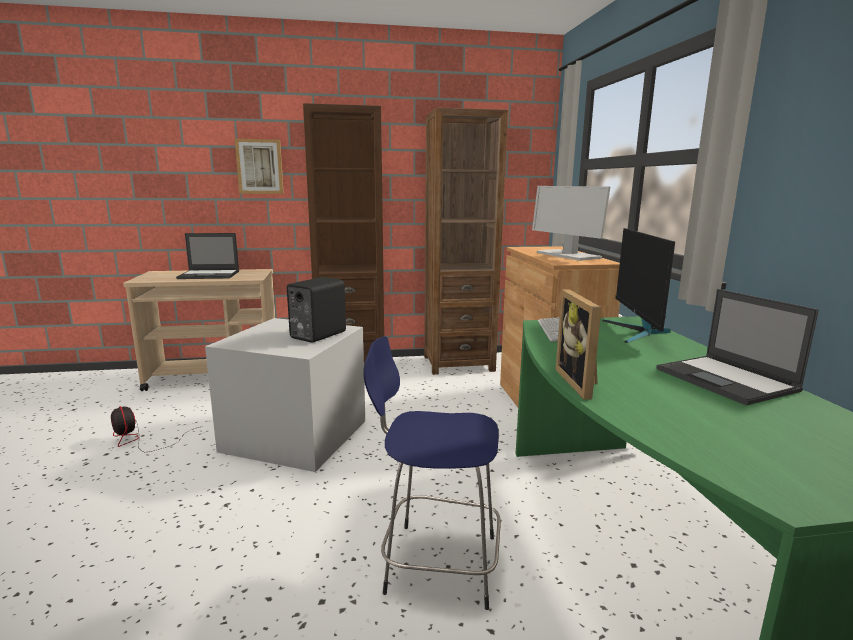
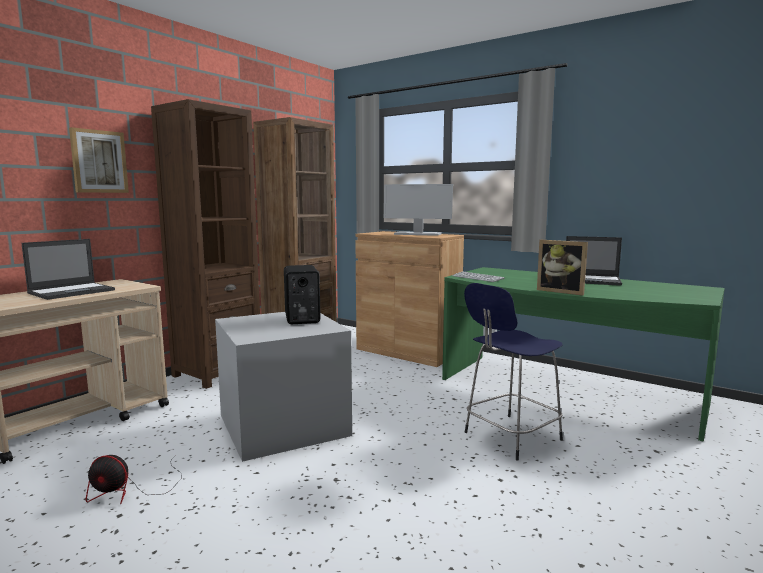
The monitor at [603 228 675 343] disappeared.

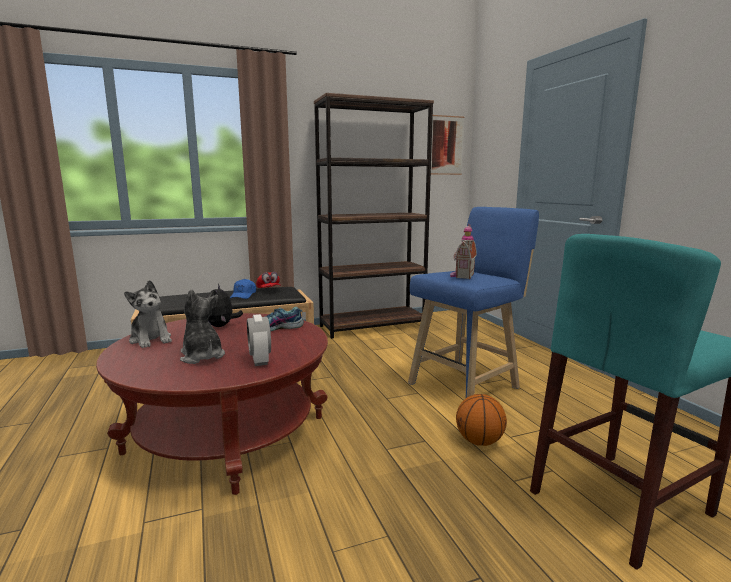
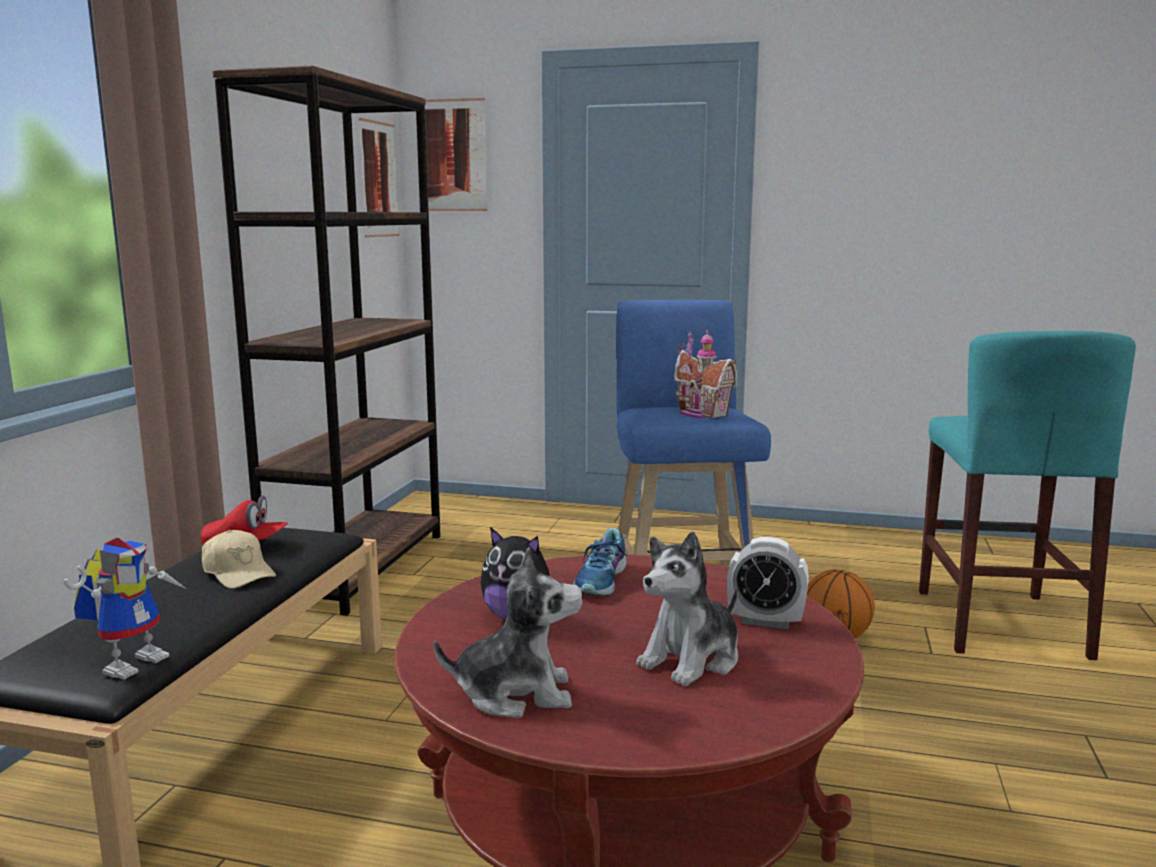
The gorra (azul) at [230 279 256 299] became the gorra (beis) at [202 530 276 589].
The peluche at [180 289 225 364] turned 45 degrees counterclockwise.
The cuadro at [425 98 488 211] appeared.
The robot de juguete at [64 538 188 680] appeared.

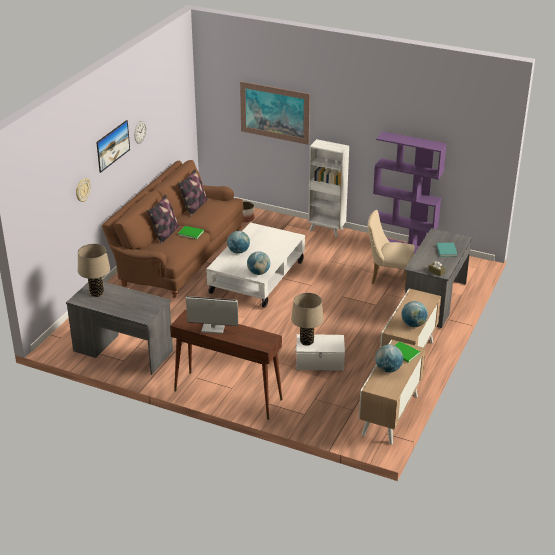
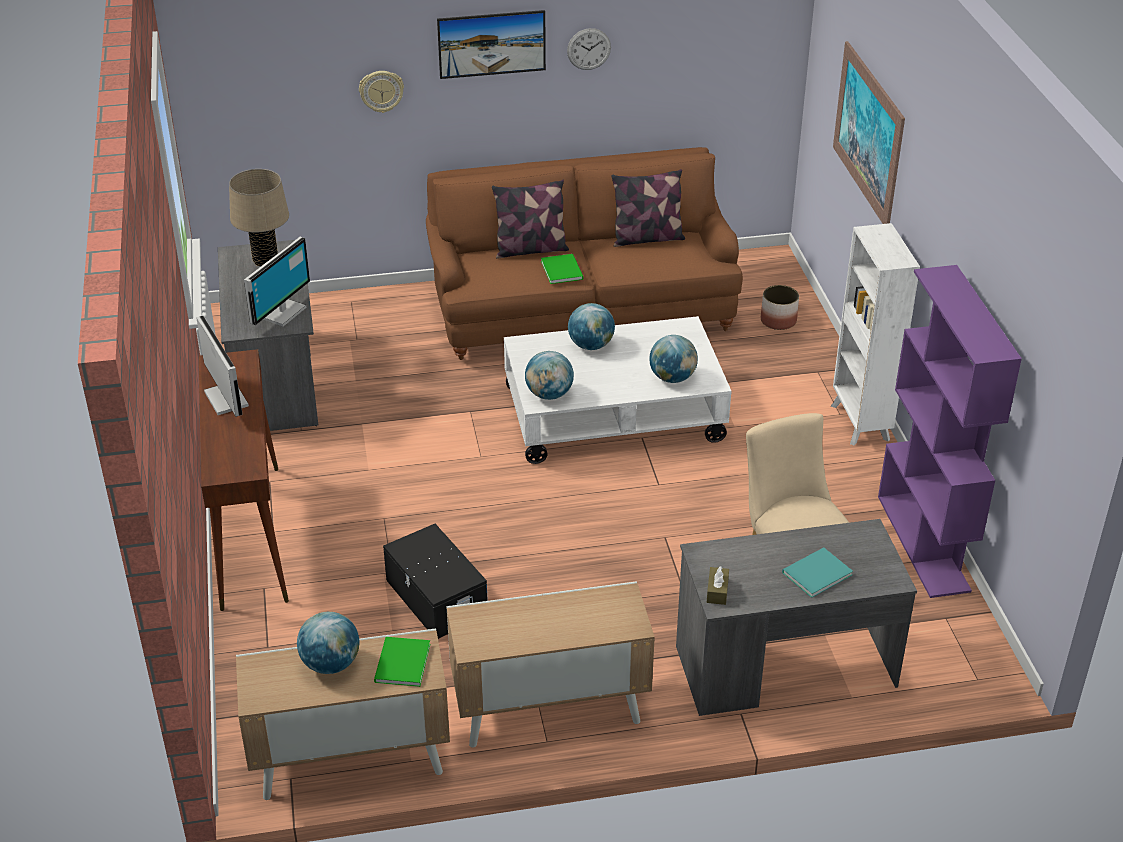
The lámpara de mesa (beis) at [291 293 324 346] disappeared.
The globo terráqueo moved from [401 301 428 327] to [649 335 698 383].
The caja de almacenaje (blanco) at [295 334 346 371] became the caja de almacenaje (negro) at [383 524 488 639].
The monitor at [244 237 310 326] appeared.

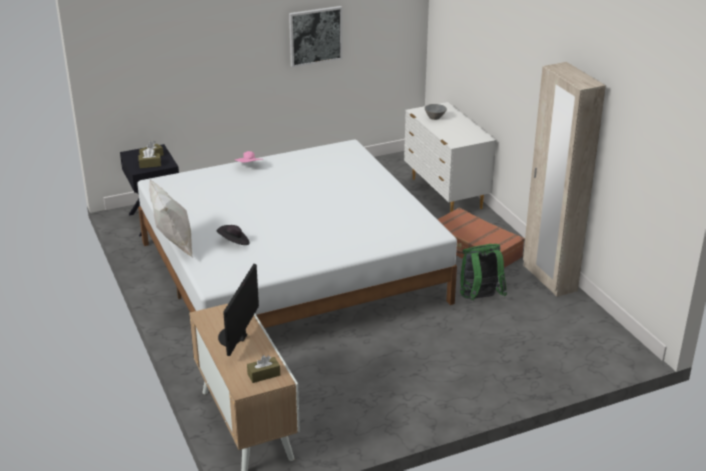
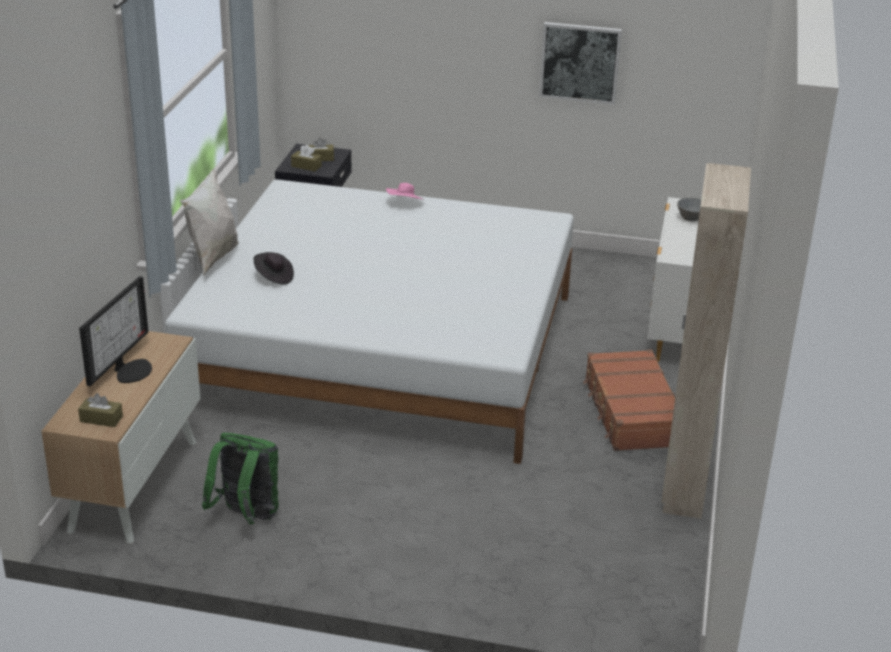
The mochila (verde) moved from [460 244 507 300] to [202 433 279 524].
The monitor at [218 264 259 356] turned 150 degrees clockwise.

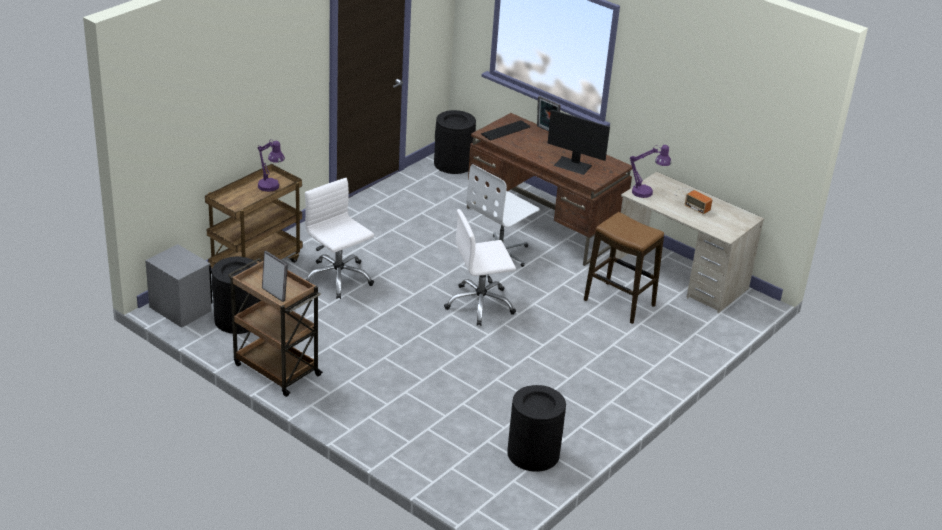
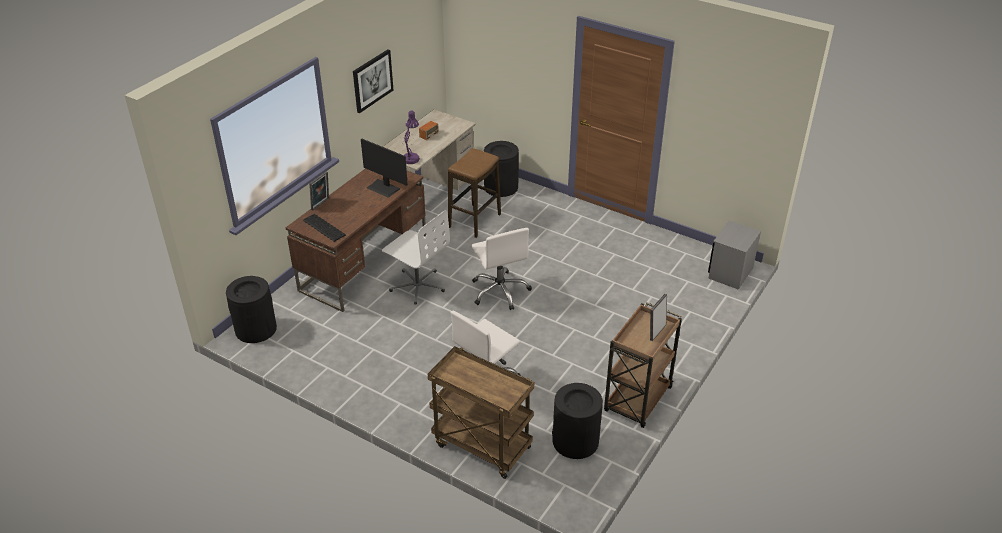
The monitor at [547 110 610 175] turned 105 degrees clockwise.
The lámpara de mesa (morado) at [257 139 285 192] disappeared.
The mesita de noche (gris) moved from [145 244 213 328] to [708 221 761 290].
The papelera (negro) moved from [507 385 566 472] to [484 141 519 197].
The cuadro at [353 49 393 113] appeared.

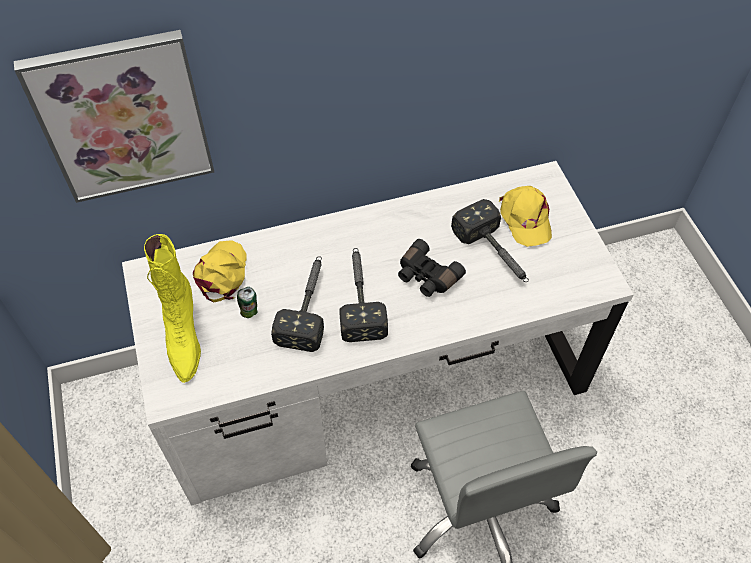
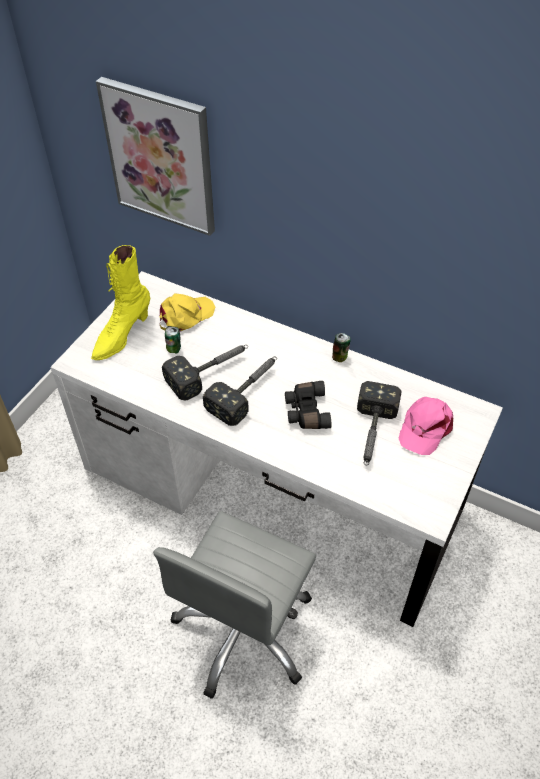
The gorra (amarillo) at [499 186 552 247] became the gorra (rosa) at [398 397 453 455].
The lata at [332 333 351 362] appeared.

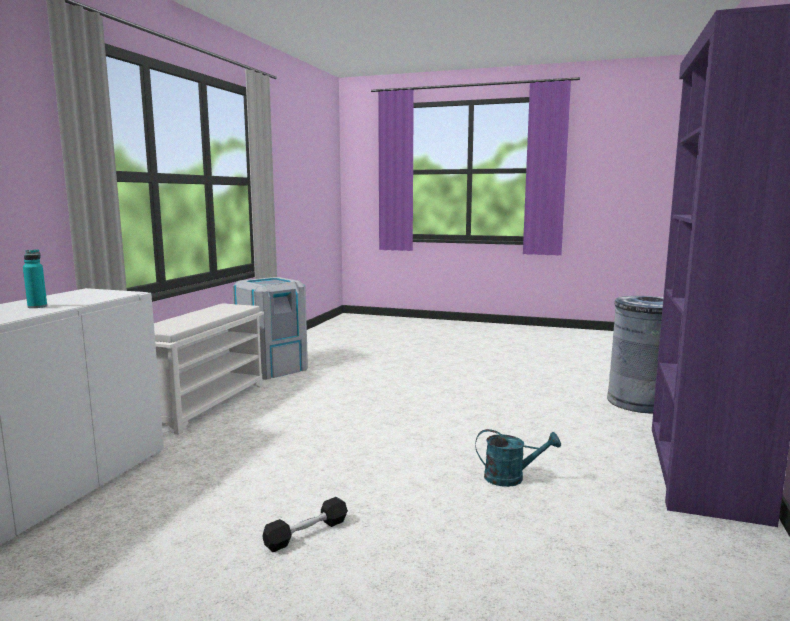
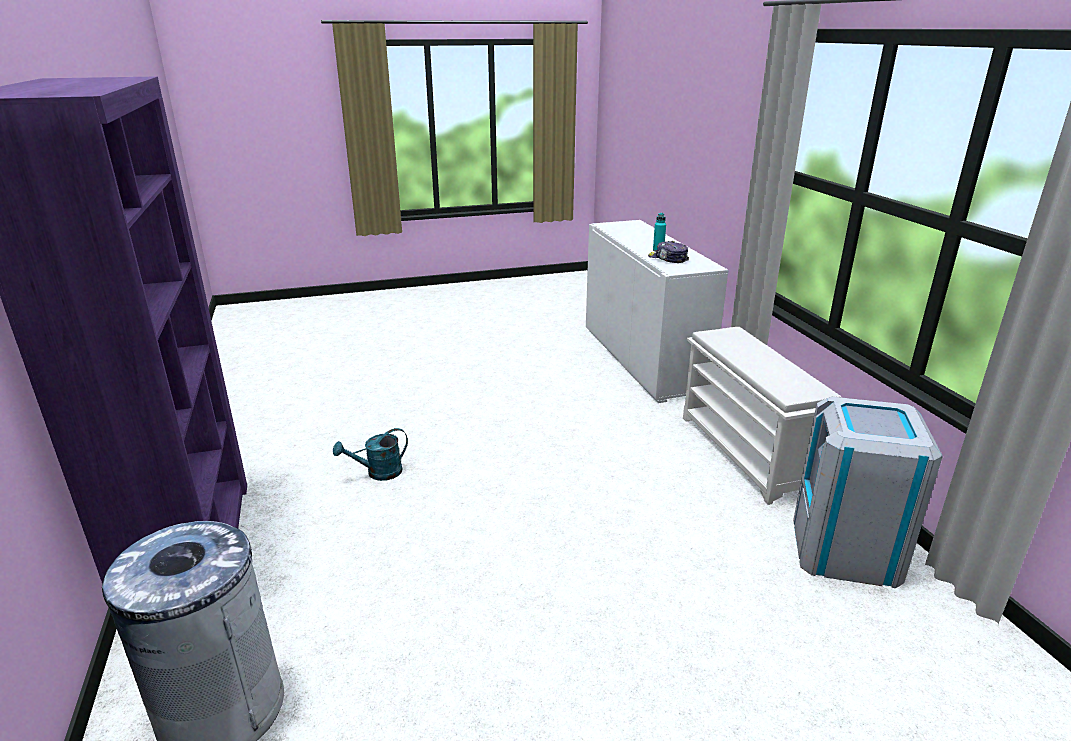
The mancuerna (negro) at [262 497 348 552] disappeared.
The gorra at [648 241 689 263] appeared.

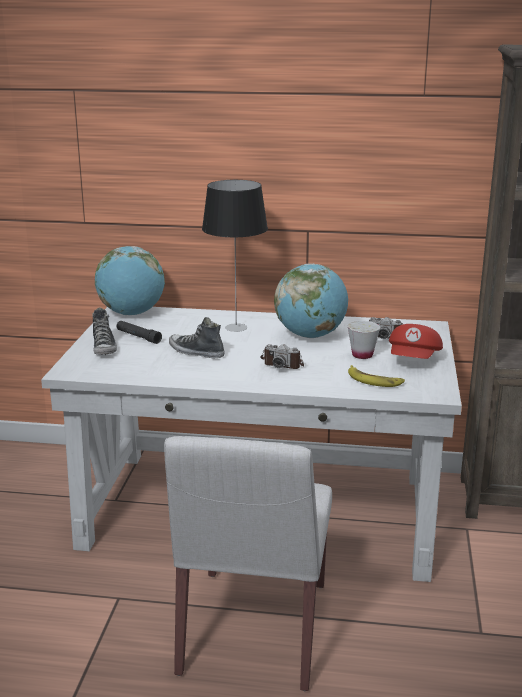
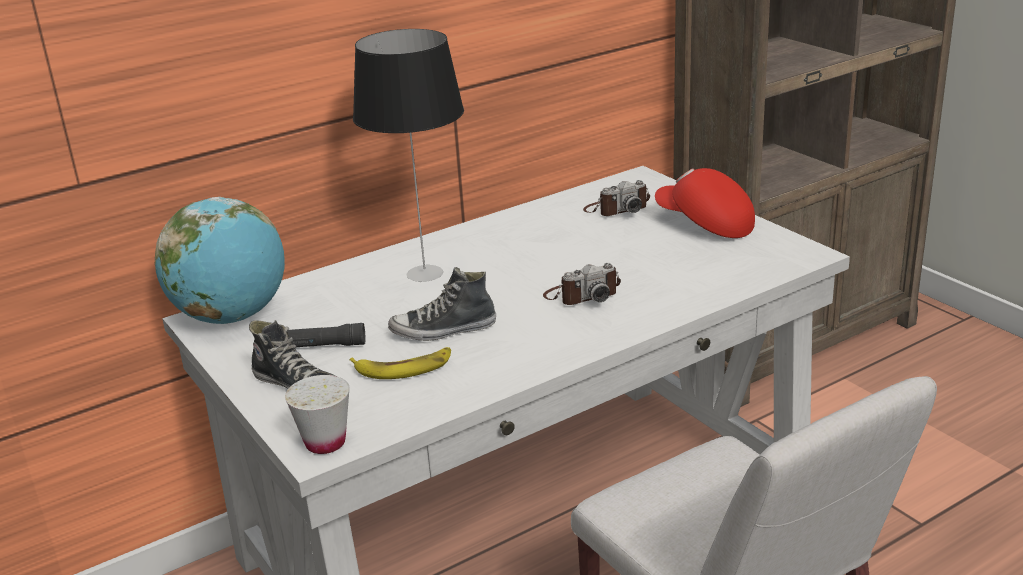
The globo terráqueo at [274 264 348 338] disappeared.
The taza (blanco) moved from [348 321 380 359] to [285 375 350 454].
The gorra (rojo) at [389 324 443 359] turned 150 degrees clockwise.
The plátano moved from [348 365 405 387] to [350 347 451 379].

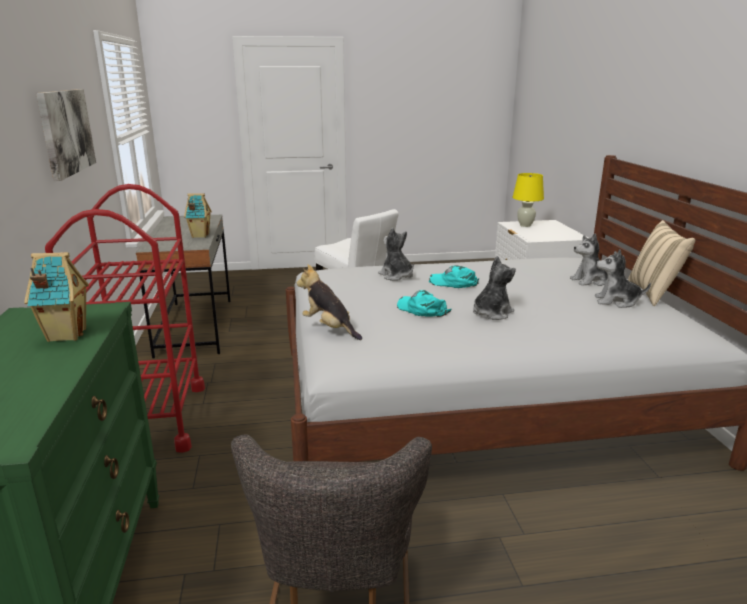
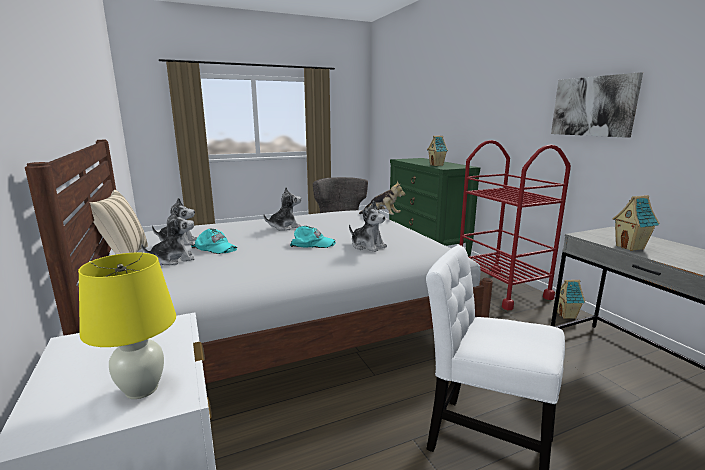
The peluche at [473 256 516 320] turned 150 degrees counterclockwise.
The gorra (turquesa) moved from [397 290 452 317] to [191 229 237 254].
The casita at [555 280 585 319] appeared.

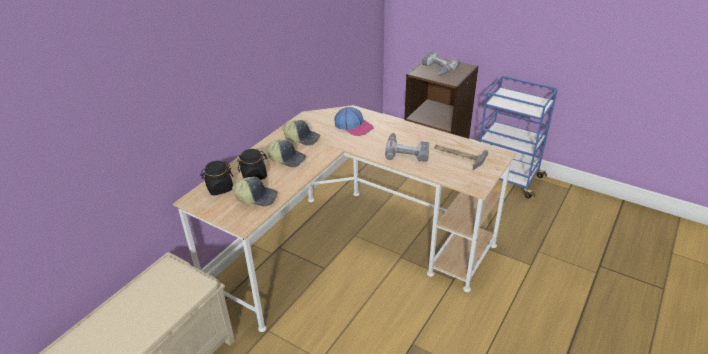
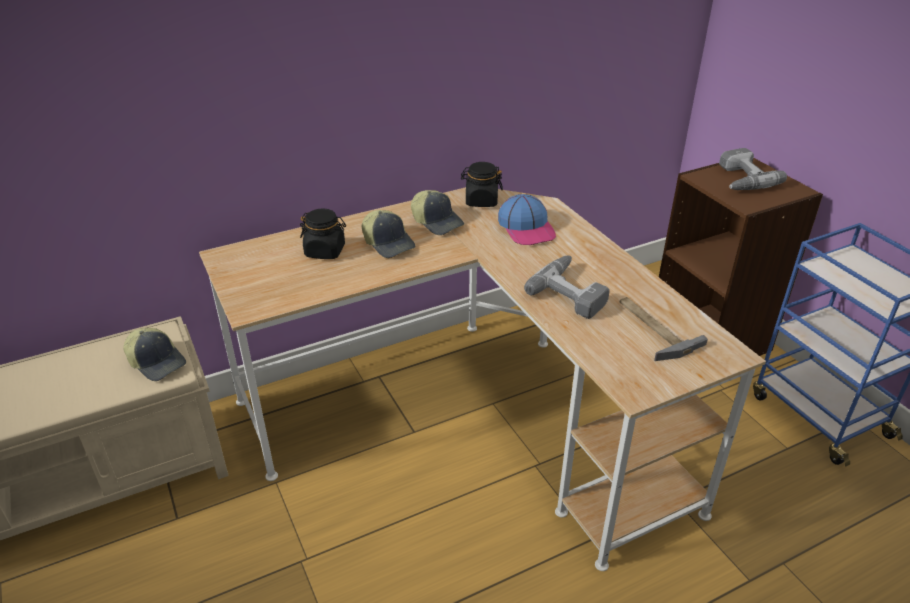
The tarro (negro) moved from [200 161 234 196] to [461 162 503 207].
The gorra moved from [232 177 278 206] to [123 328 186 381].

